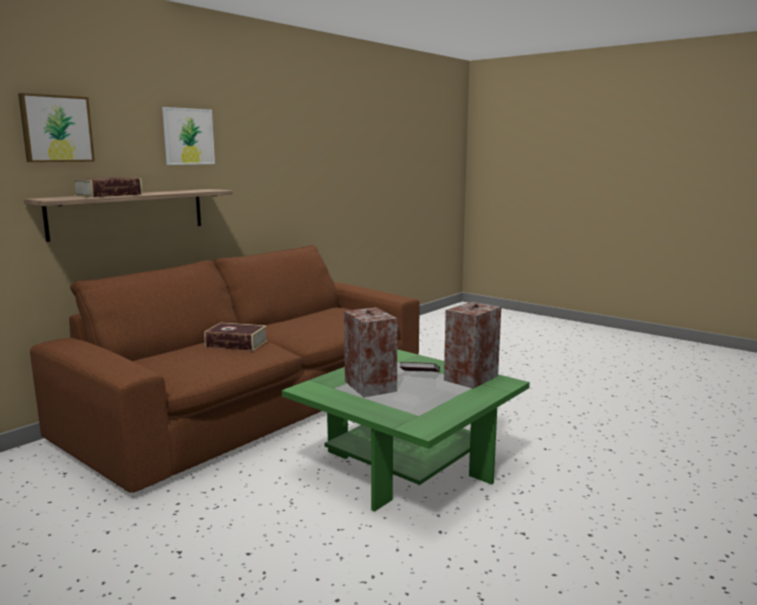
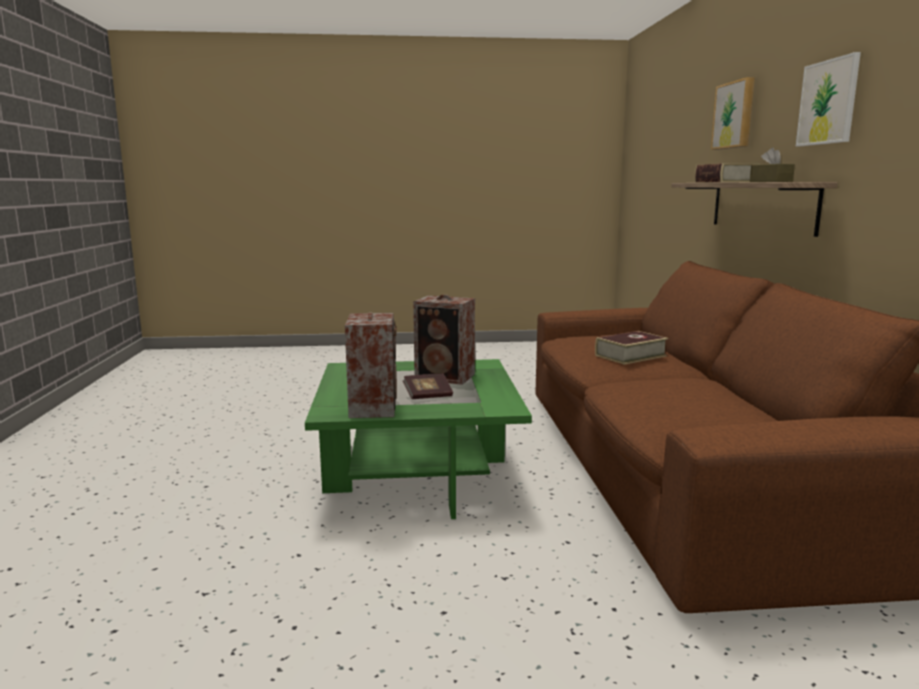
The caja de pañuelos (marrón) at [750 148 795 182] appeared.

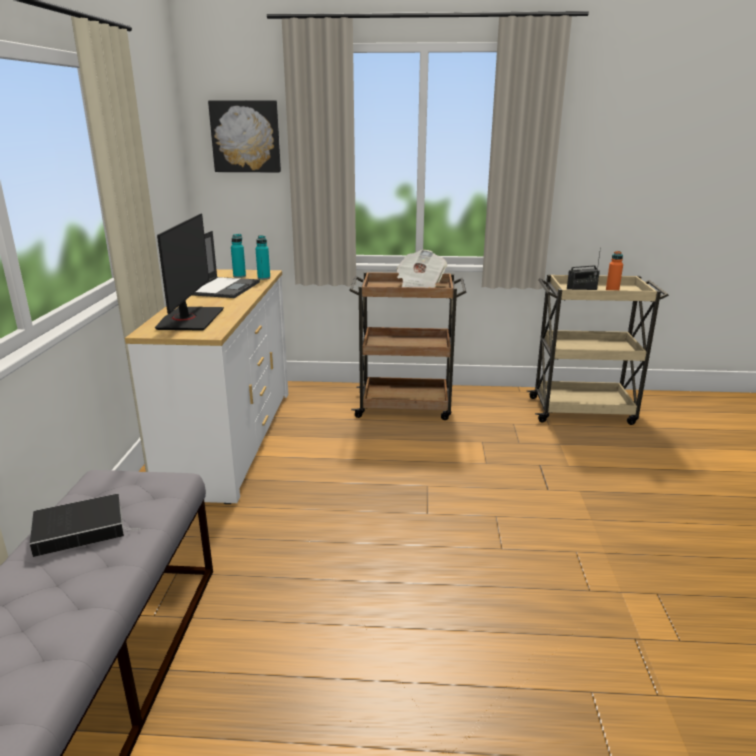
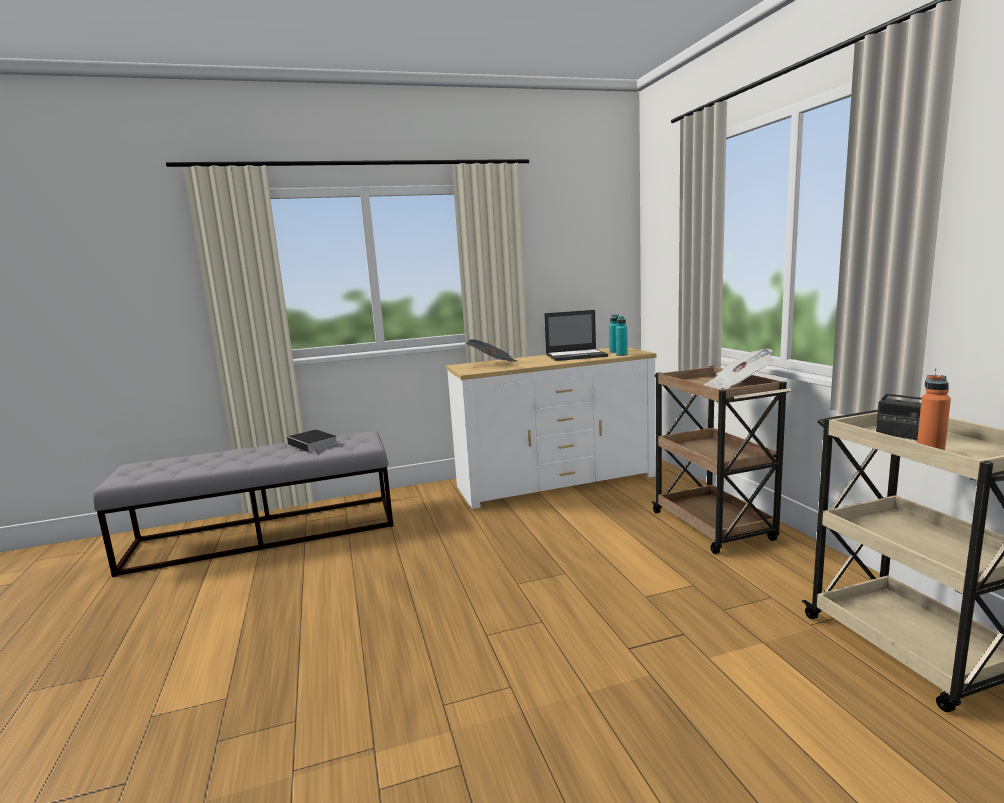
The cuadro at [208 100 281 173] disappeared.
The monitor at [155 213 224 331] was replaced by the periódico at [466 339 517 362].

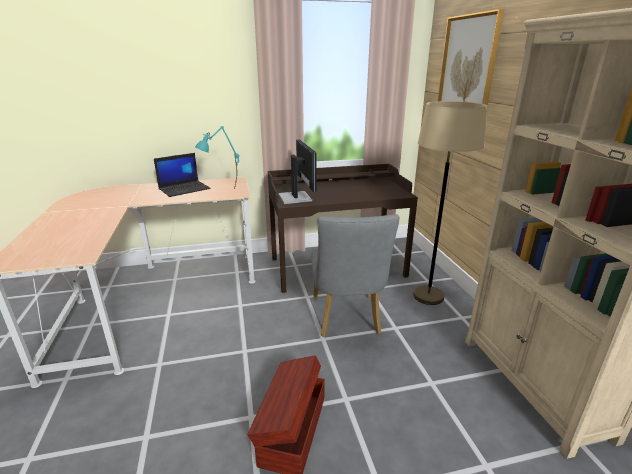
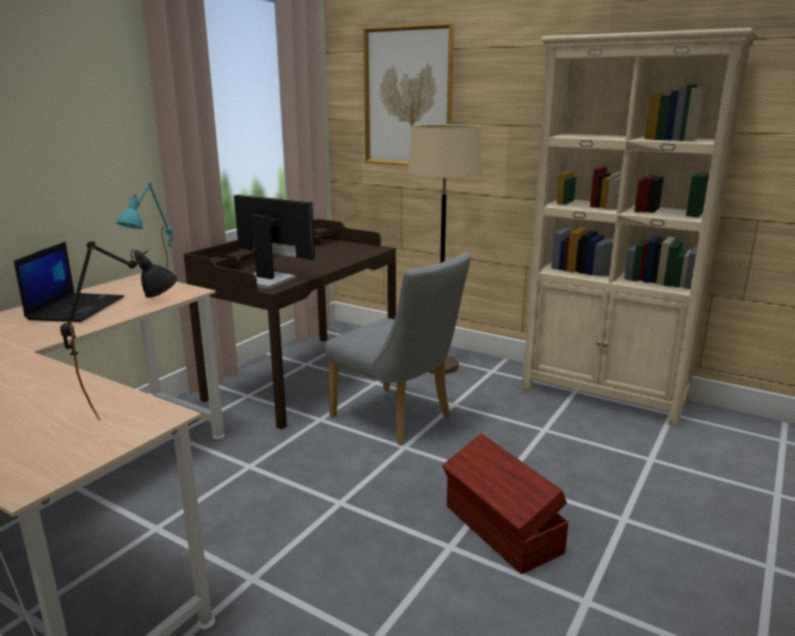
The lámpara de mesa (negro) at [60 241 178 420] appeared.

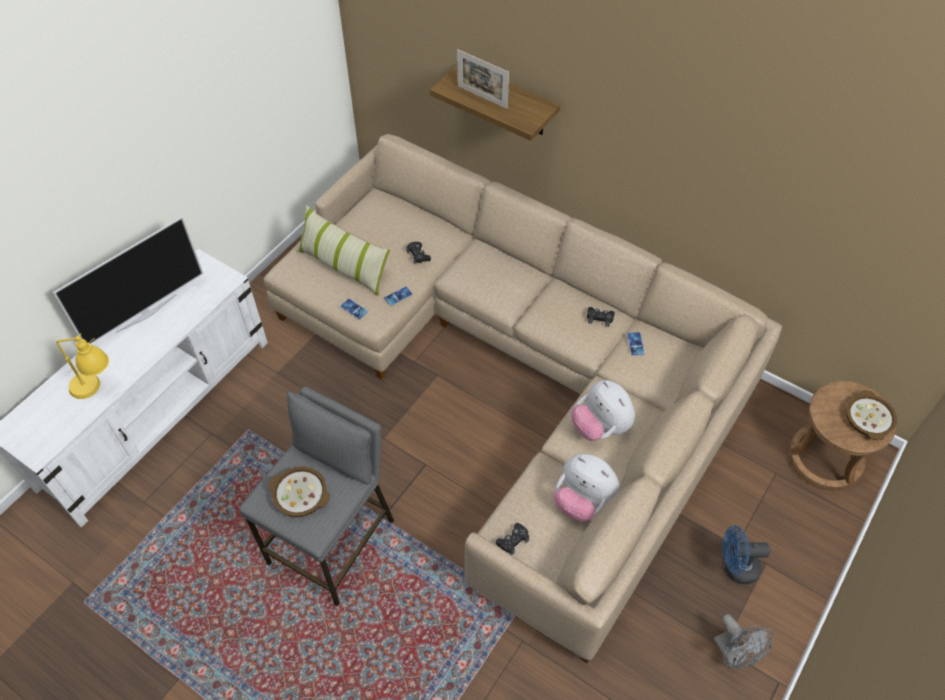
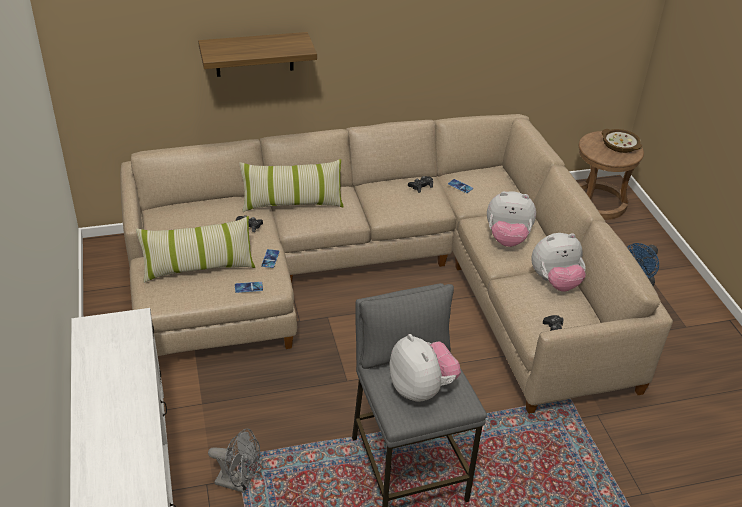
The portarretratos at [457 49 509 109] disappeared.
The televisor at [53 216 204 344] disappeared.
The lámpara de mesa (amarillo) at [56 333 109 399] disappeared.
The cuenco at [268 466 330 517] was replaced by the peluche at [389 334 461 402].
The ventilador (gris) moved from [713 614 773 669] to [208 429 260 493].
The cojín at [239 159 344 212] appeared.

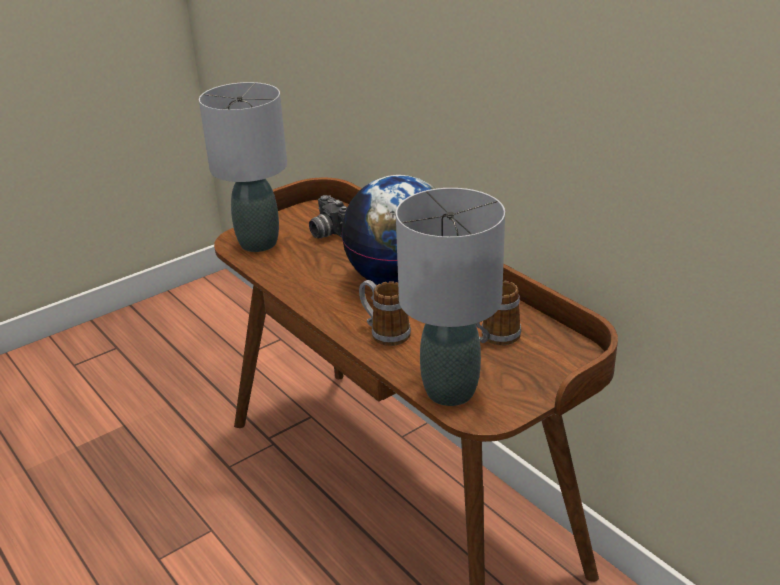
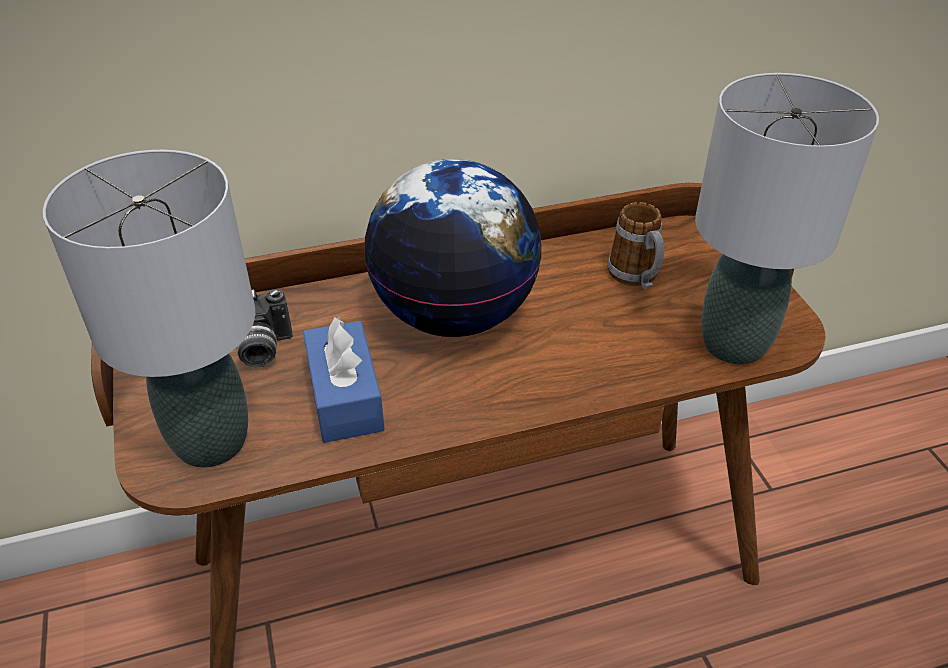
The taza grande at [359 280 411 346] disappeared.
The caja de pañuelos (azul) at [303 316 385 443] appeared.

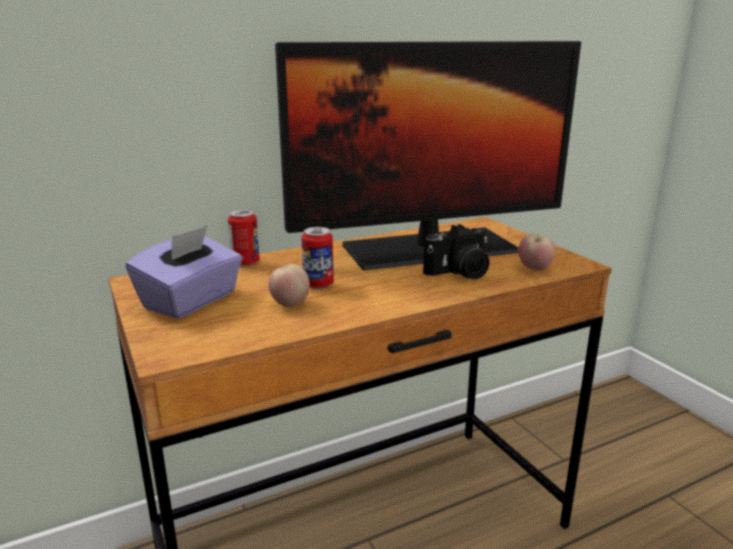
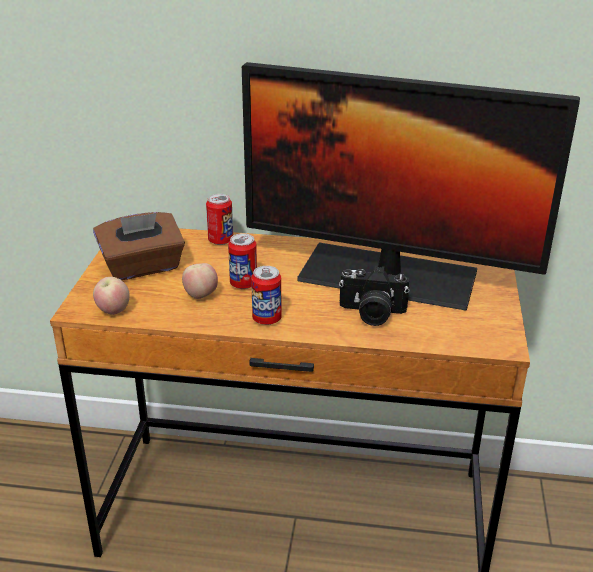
The caja de pañuelos (morado) at [125 225 242 319] became the caja de pañuelos (marrón) at [93 212 185 280].
The manzana moved from [518 234 555 271] to [93 277 130 315].
The lata at [251 266 281 325] appeared.

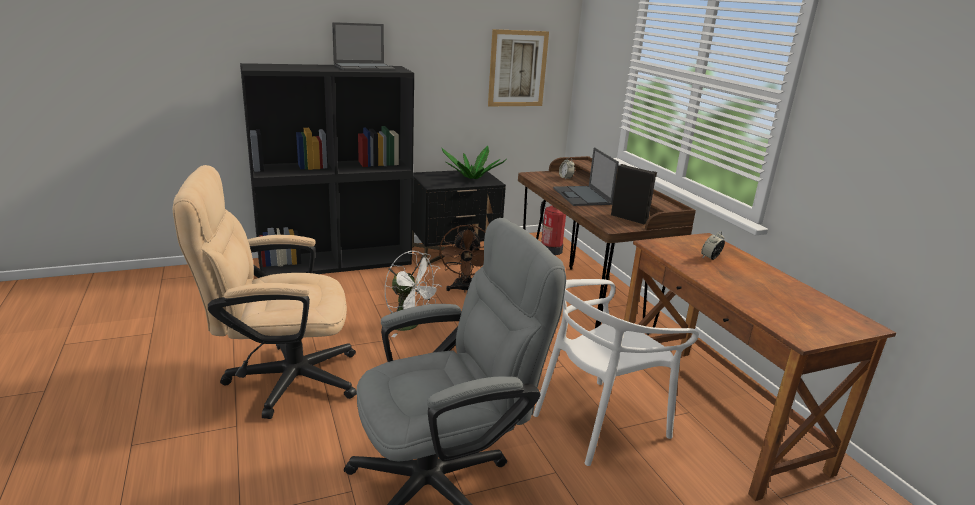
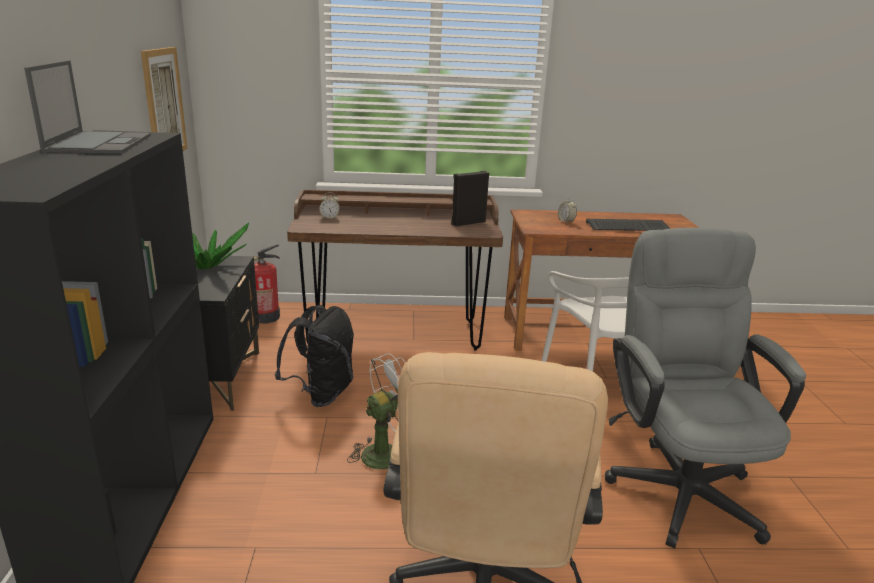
The portátil at [553 147 619 206] disappeared.
The ventilador (marrón) at [439 224 486 293] was replaced by the mochila (negro) at [275 305 354 407].
The teclado at [586 219 670 231] appeared.

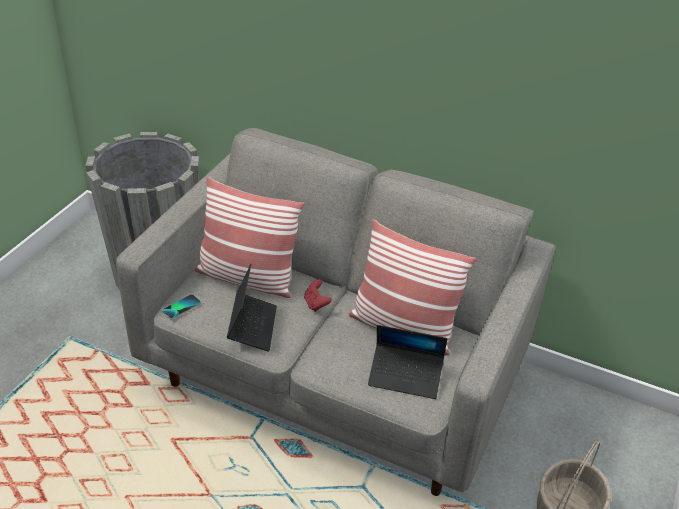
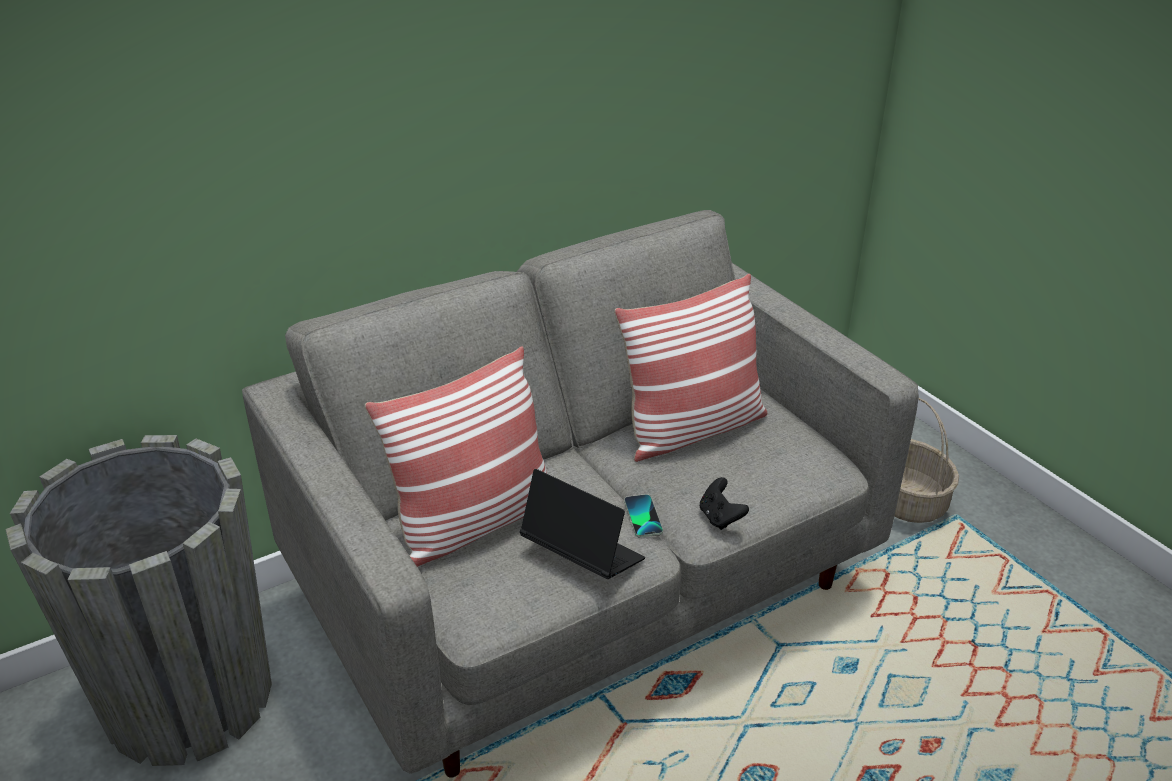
The mando de consola (rojo) at [304 279 332 312] disappeared.
The móvil moved from [162 294 201 320] to [624 494 663 538].
The portátil at [368 325 447 399] disappeared.
The mando de consola (negro) at [700 477 749 530] appeared.

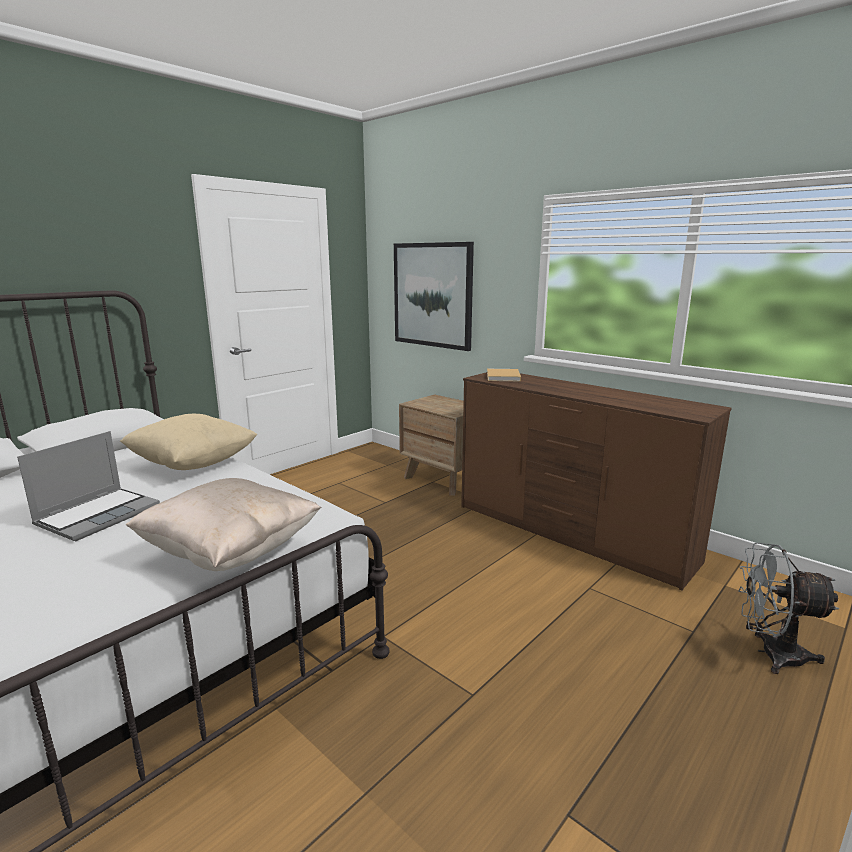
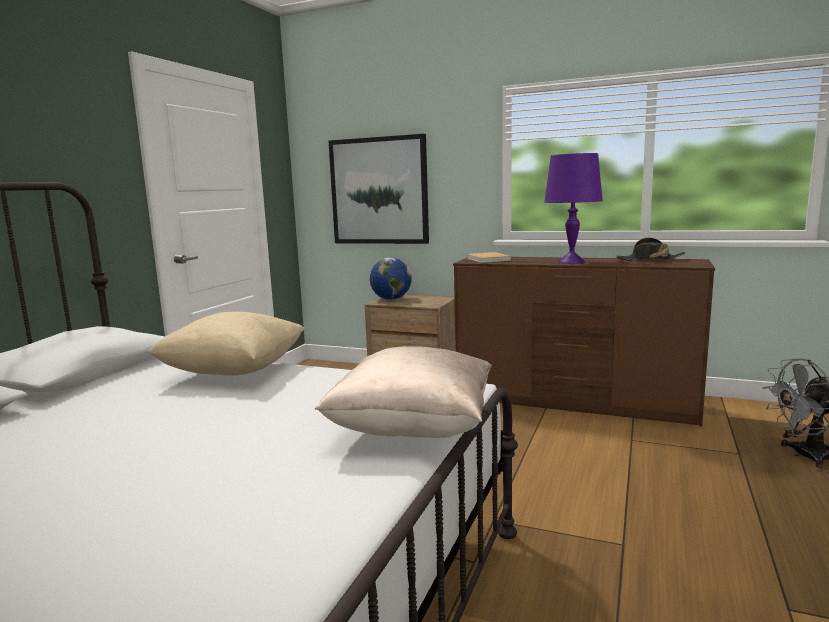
The portátil at [17 431 160 541] disappeared.
The lámpara de mesa (morado) at [544 153 603 264] appeared.
The sombrero (negro) at [616 238 685 261] appeared.
The globo terráqueo at [370 258 412 300] appeared.

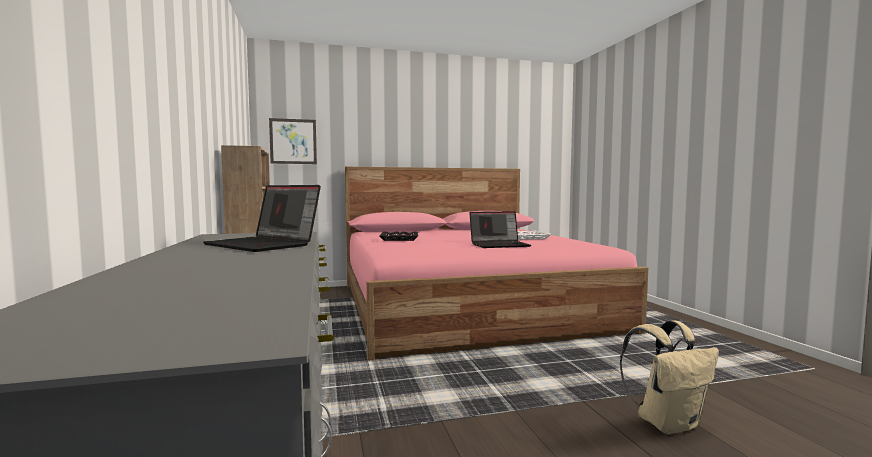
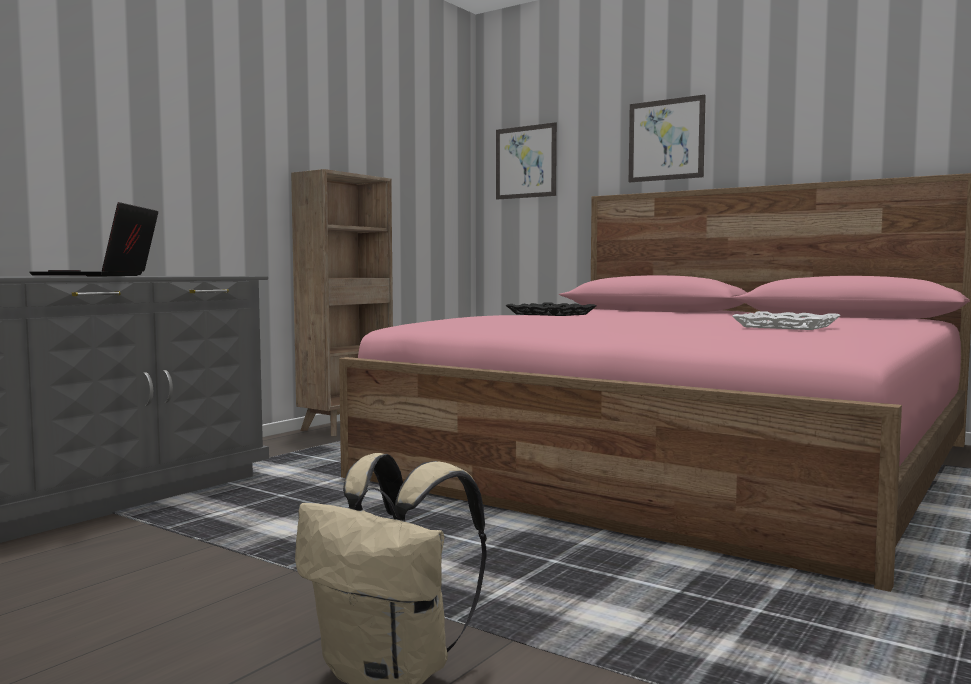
The portátil at [469 211 531 248] disappeared.
The cuadro at [629 95 706 182] appeared.

